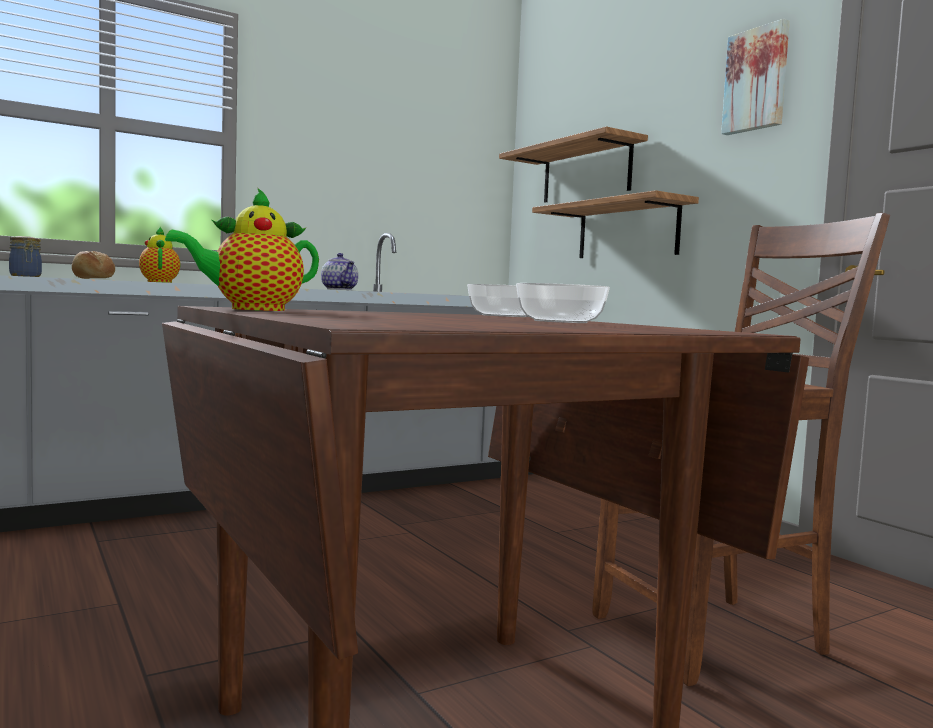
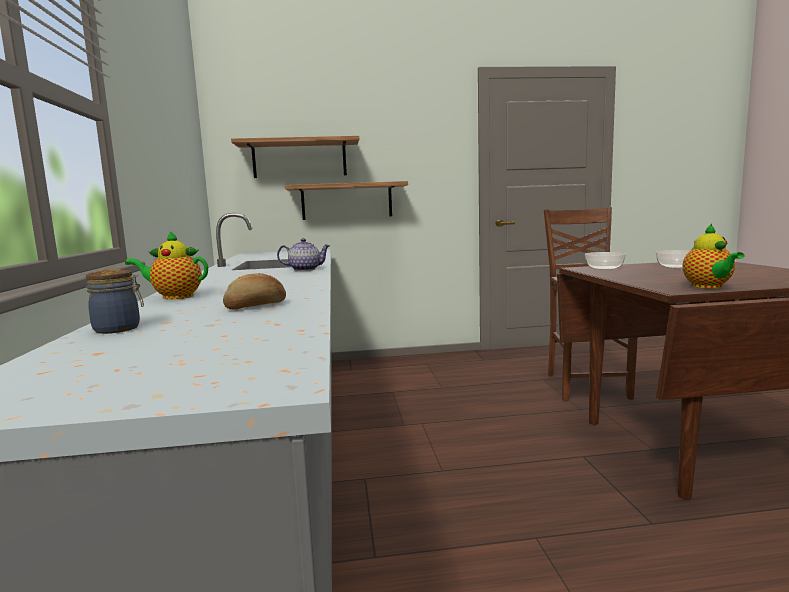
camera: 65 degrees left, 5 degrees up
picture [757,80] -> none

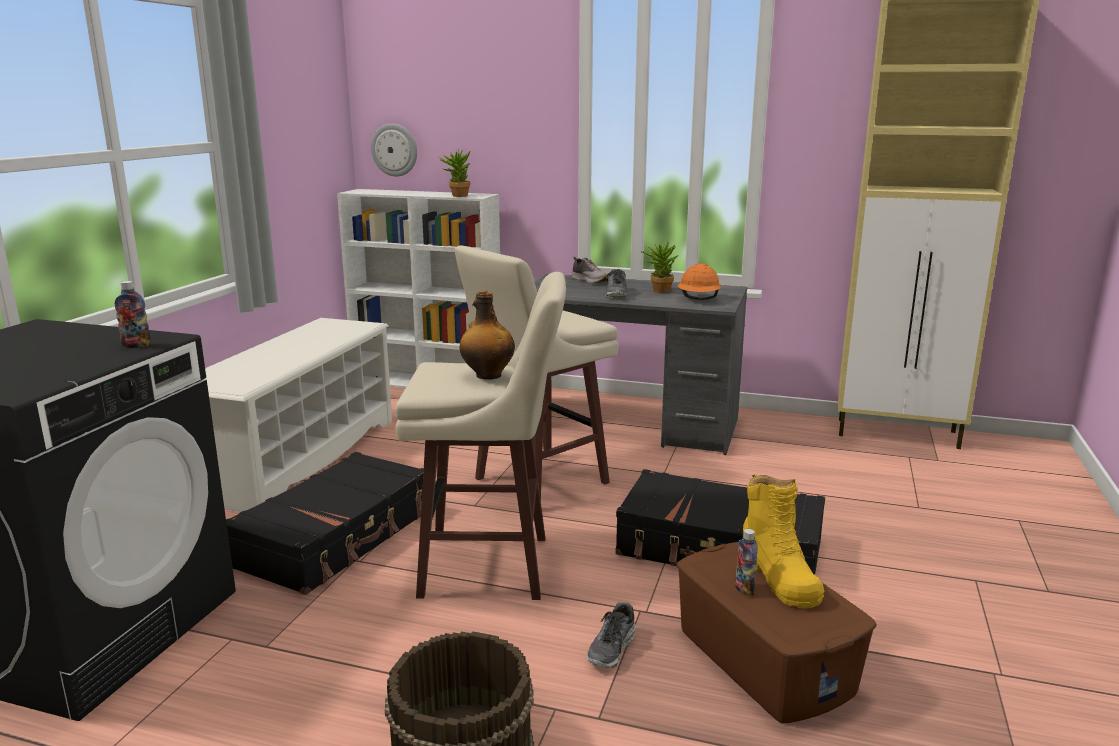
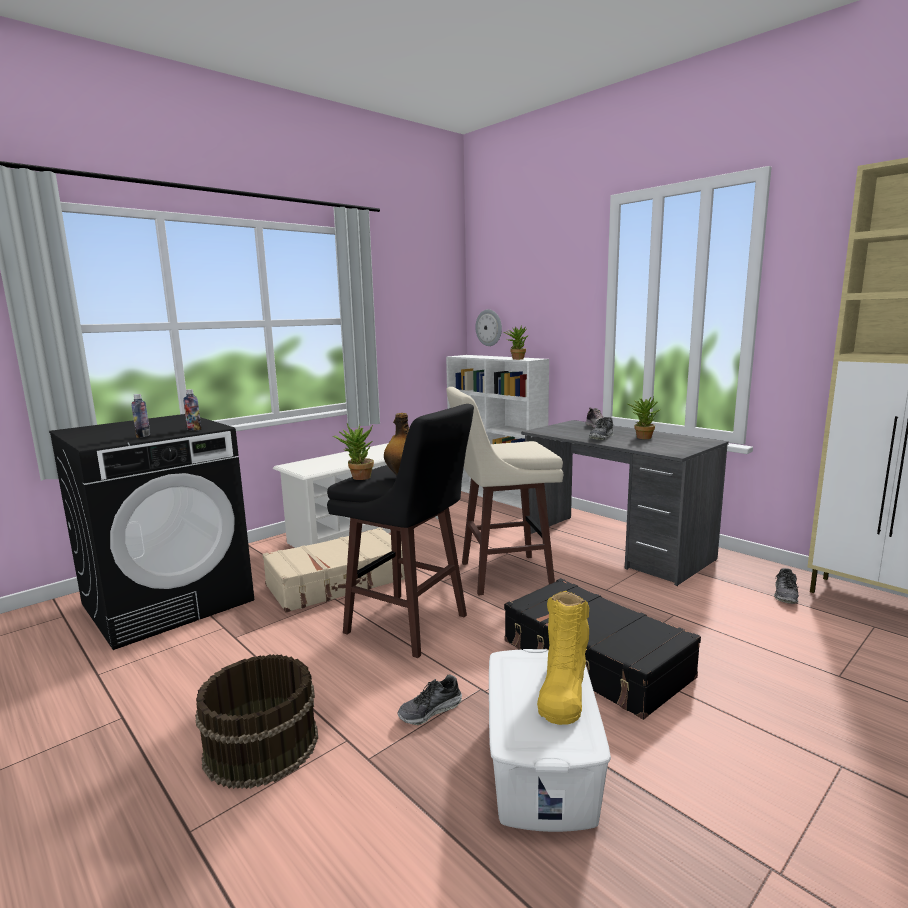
camera: 30 degrees right, 5 degrees down
orange_hard_hat [699,299] -> none
beige_stool [490,567] -> black_stool [409,626]
black_suitcase [337,538] -> beige_suitcase [339,582]
bottle [744,589] -> bottle [143,436], move
brown_storage_box [765,659] -> white_storage_box [542,763]
none -> potted_plant [357,478]
none -> shoe [786,595]

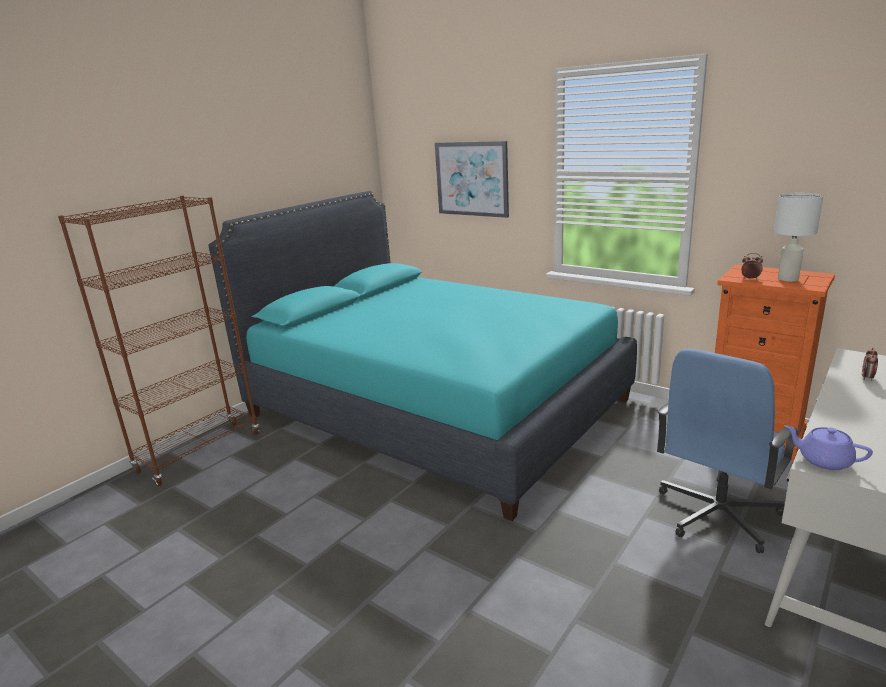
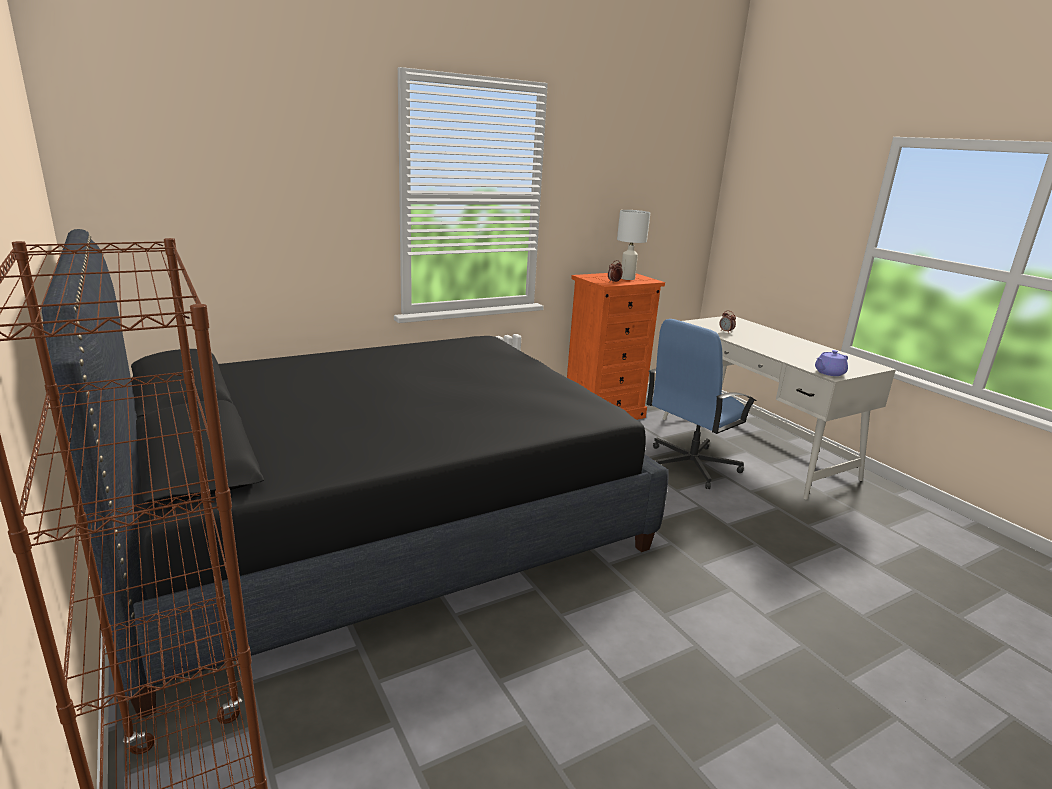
camera: 70 degrees left, 0 degrees up
picture [472,179] -> none
turquoise_bed [434,407] -> black_bed [379,523]
blue_office_chair [717,514] -> blue_office_chair [690,465], 75 degrees clockwise

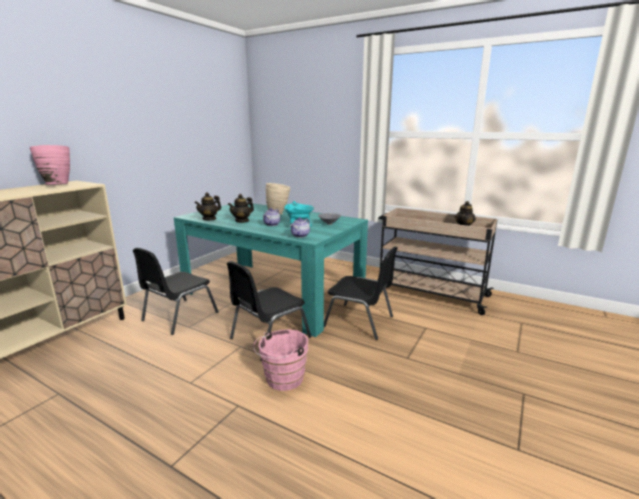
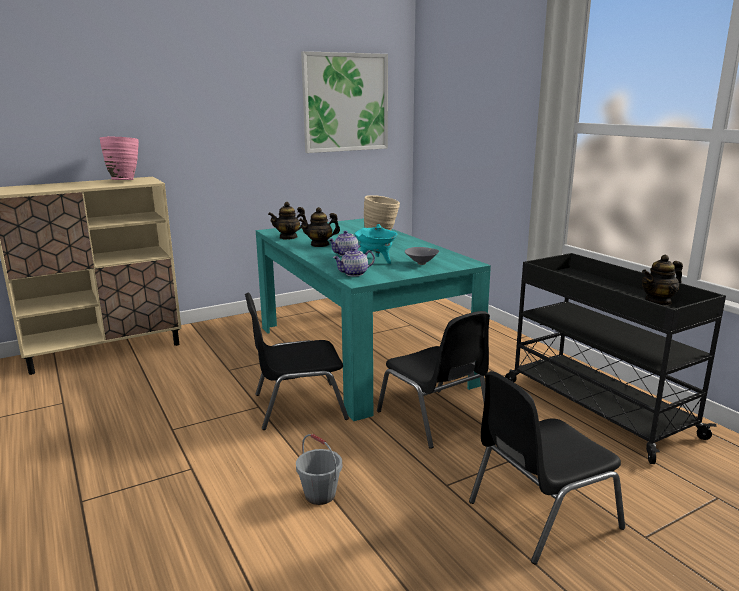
camera: 30 degrees right, 0 degrees up
beige_cart [429,293] -> black_cart [595,407]
black_chair [179,317] -> black_chair [540,514], move
pink_bucket [282,380] -> none
none -> picture [345,102]
none -> grey_bucket [319,495]

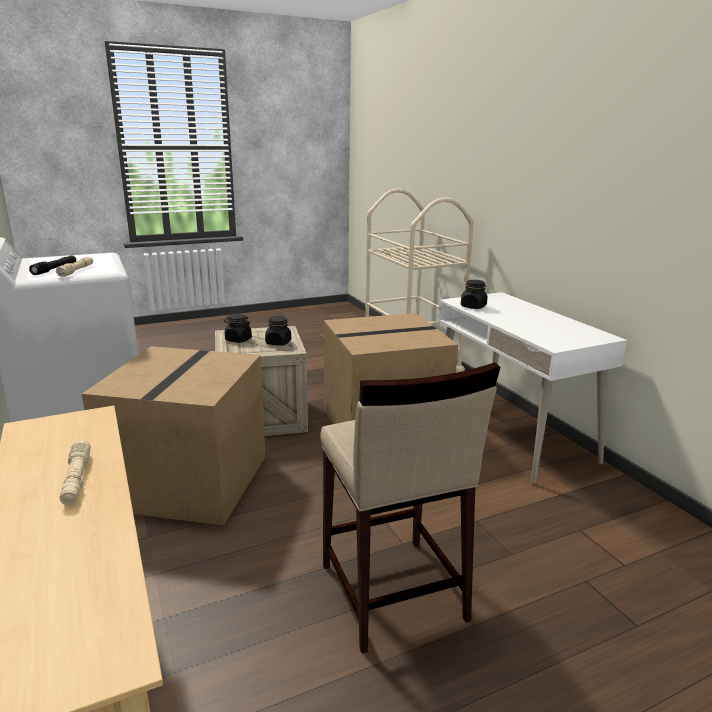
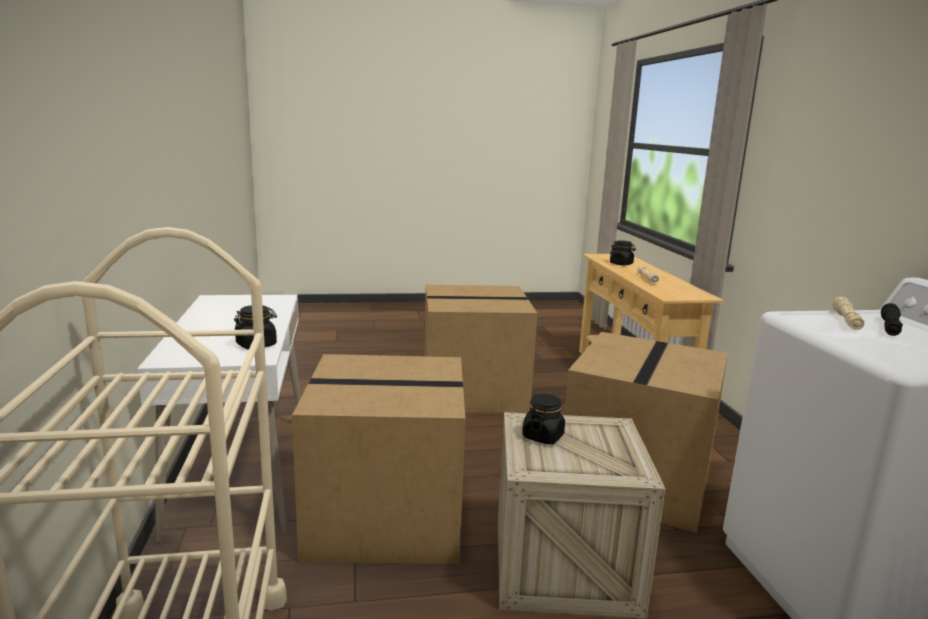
camera: 165 degrees left, 5 degrees down
black_jar [238,340] -> black_jar [621,264], move
beige_stool [391,593] -> cardboard_box [475,390]

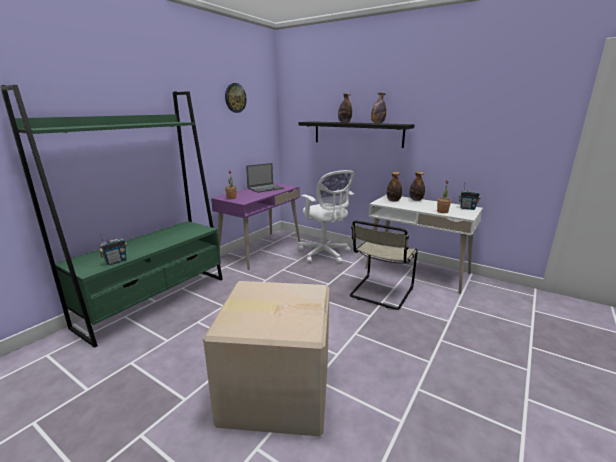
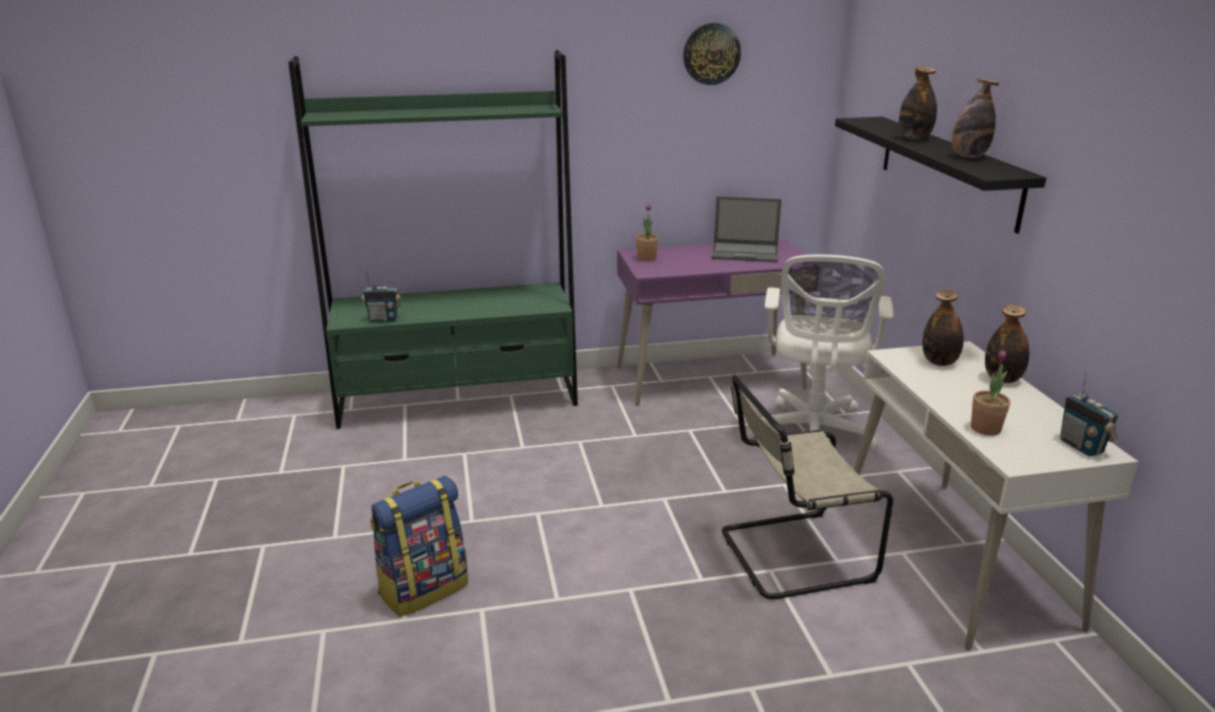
camera: 45 degrees right, 5 degrees up
cardboard_box [275,389] -> backpack [423,588]

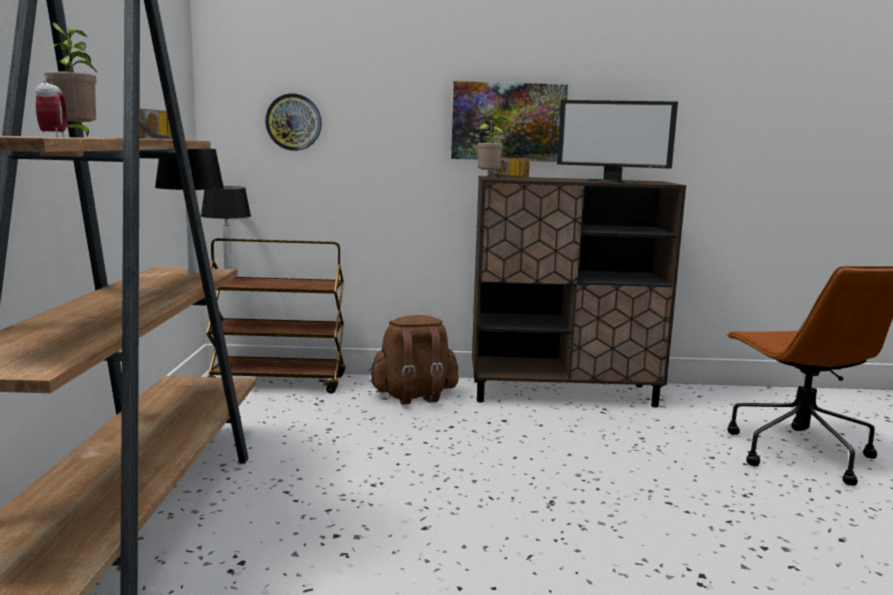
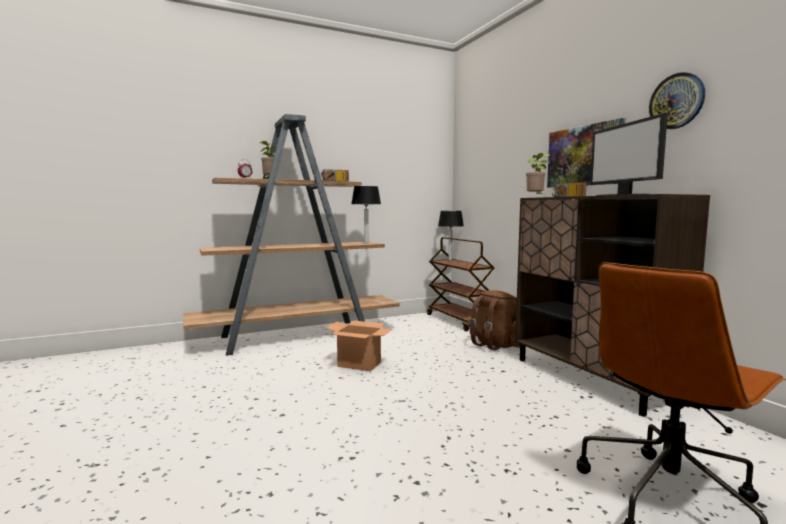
camera: 65 degrees right, 5 degrees down
wall_clock [294,122] -> wall_clock [676,101], move
none -> cardboard_box [360,364]

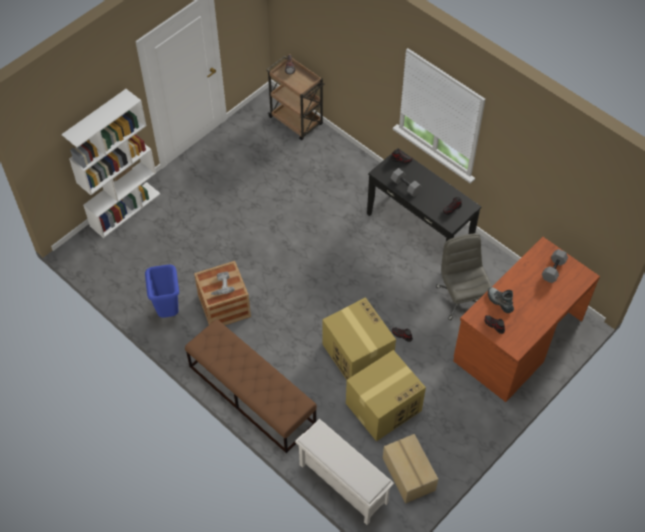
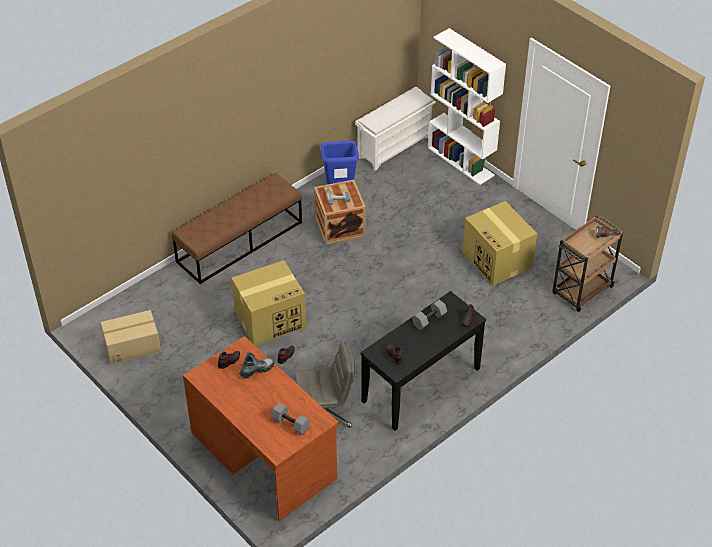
camera: 95 degrees right, 10 degrees down
cardboard_box [384,406] -> cardboard_box [498,260], move
white_shoe_rack [342,483] -> white_shoe_rack [394,146], move

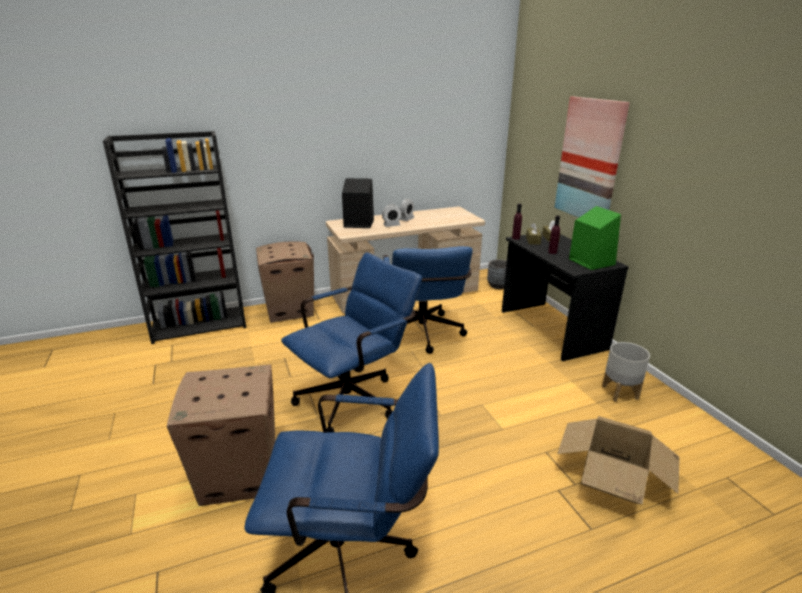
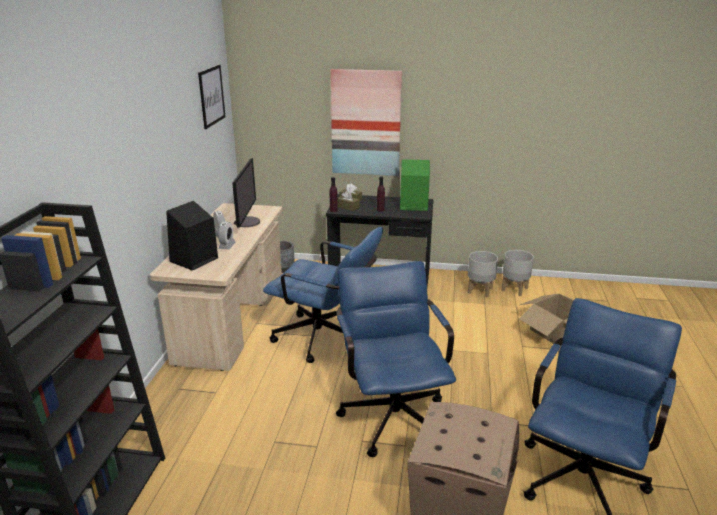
camera: 60 degrees left, 0 degrees up
cardboard_box [290,310] -> none
none -> picture [211,96]
none -> monitor [246,222]
none -> grey_planter [514,289]

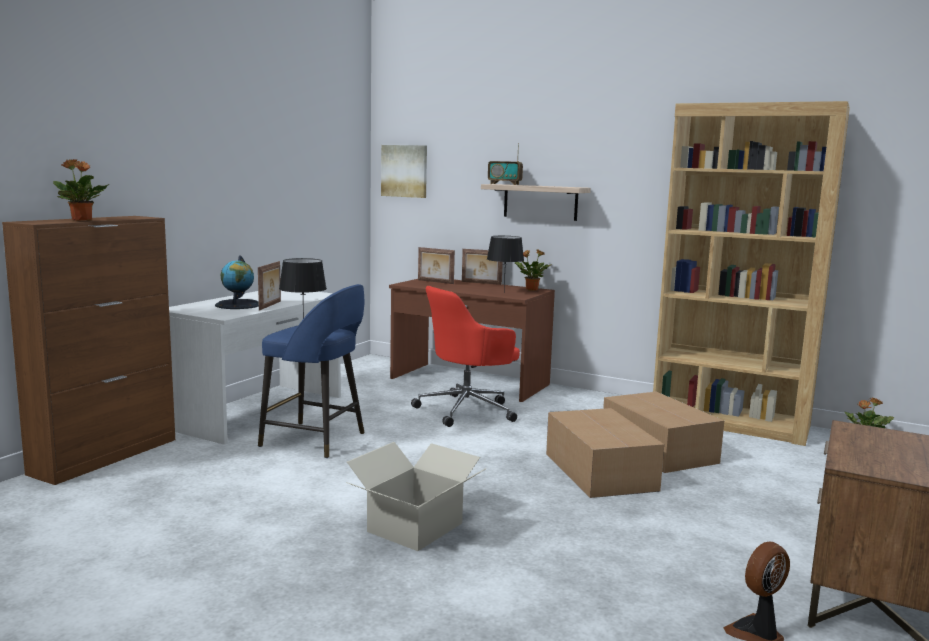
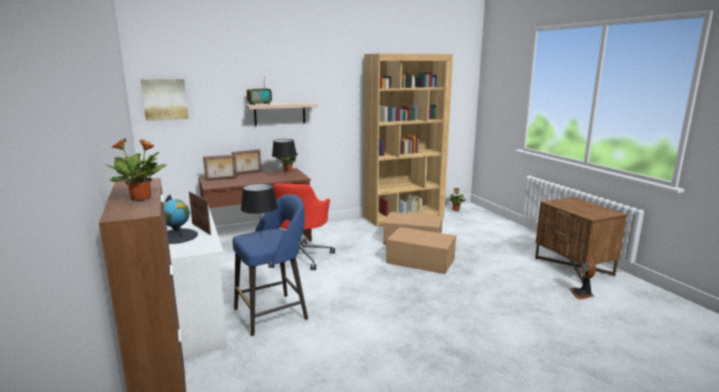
camera: 50 degrees left, 5 degrees up
cardboard_box [414,527] -> none

